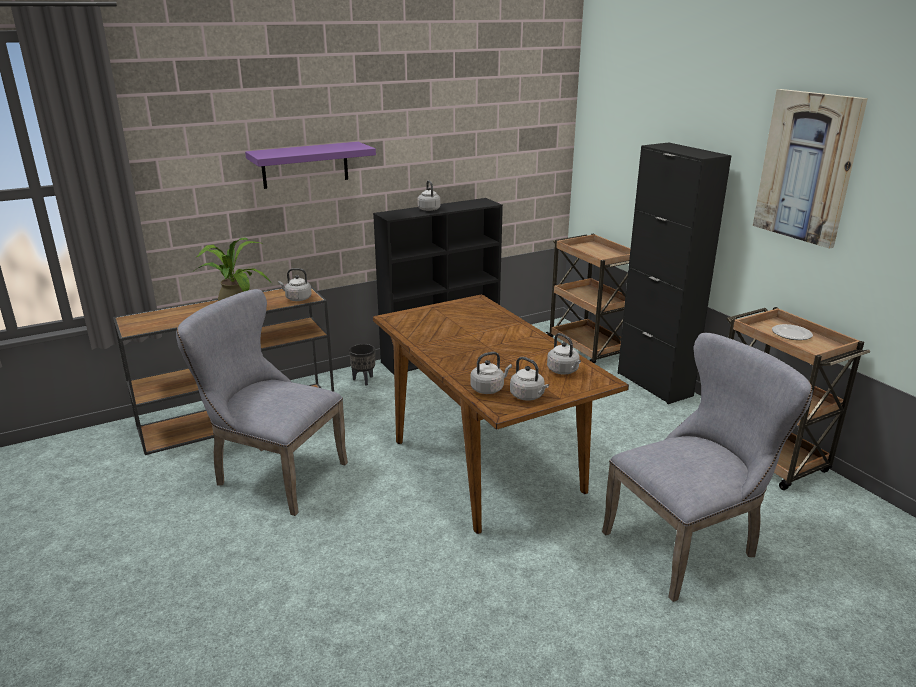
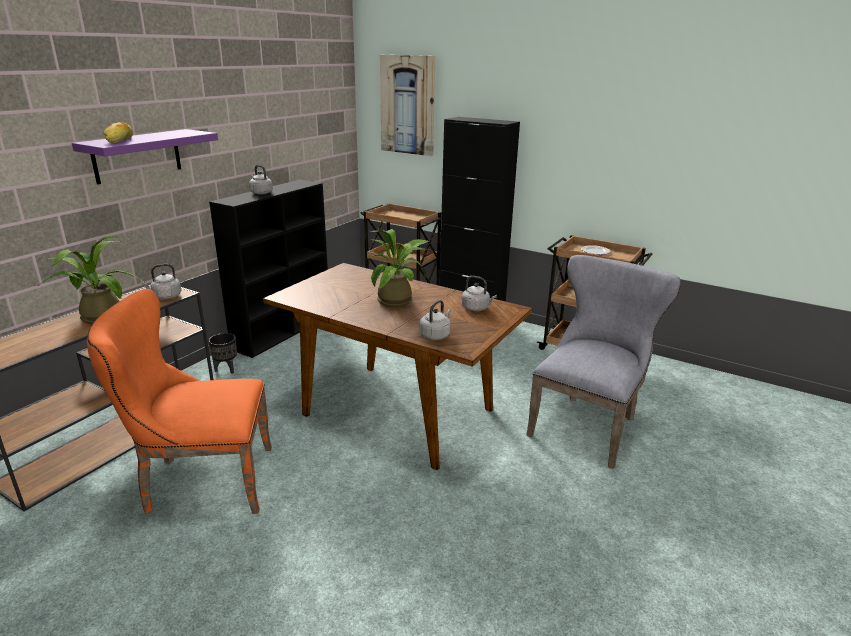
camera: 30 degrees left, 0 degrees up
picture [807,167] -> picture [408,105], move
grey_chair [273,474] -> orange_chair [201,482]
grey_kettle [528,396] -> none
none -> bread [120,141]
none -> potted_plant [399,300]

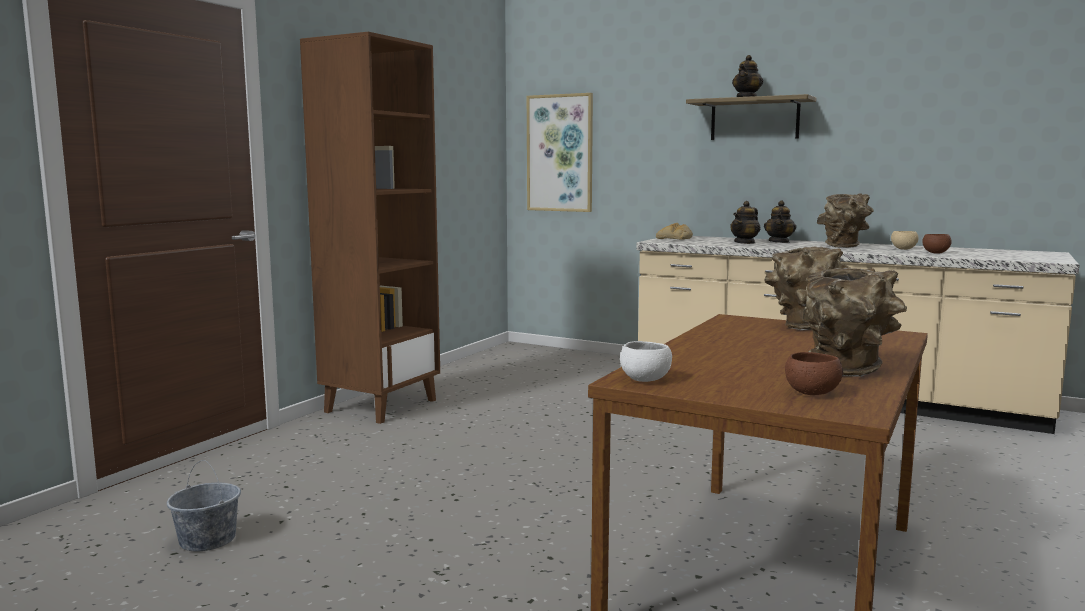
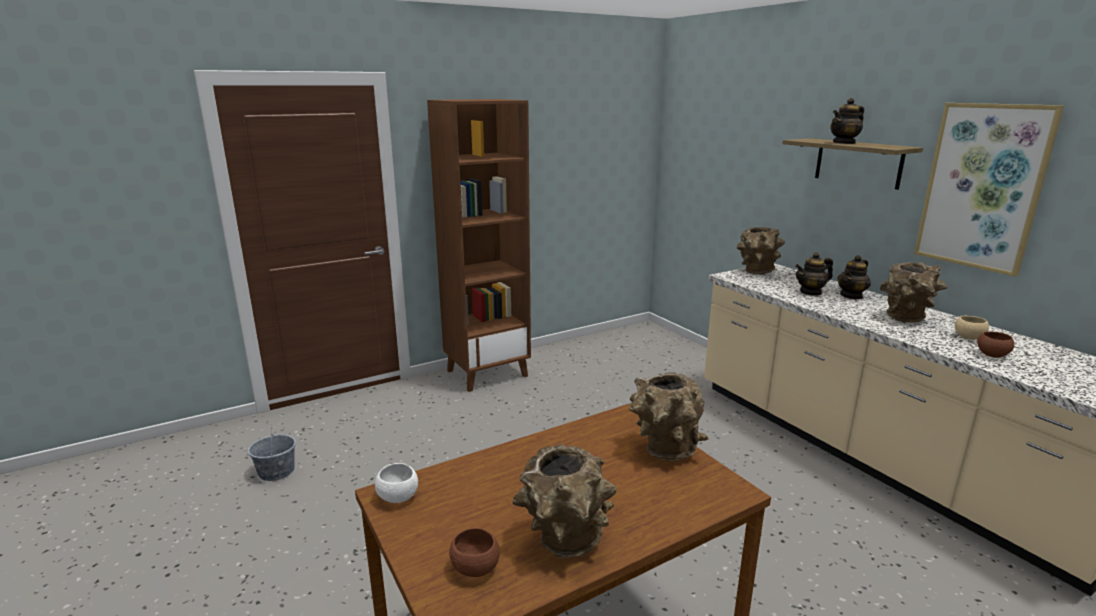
camera: 30 degrees right, 10 degrees up
picture [560,153] -> picture [982,187], move
bread [674,238] -> brown_vase [756,272]

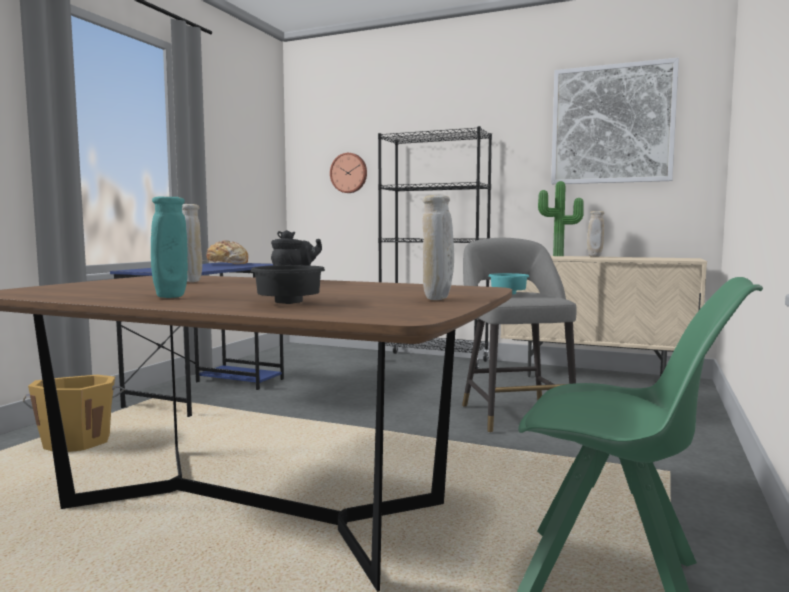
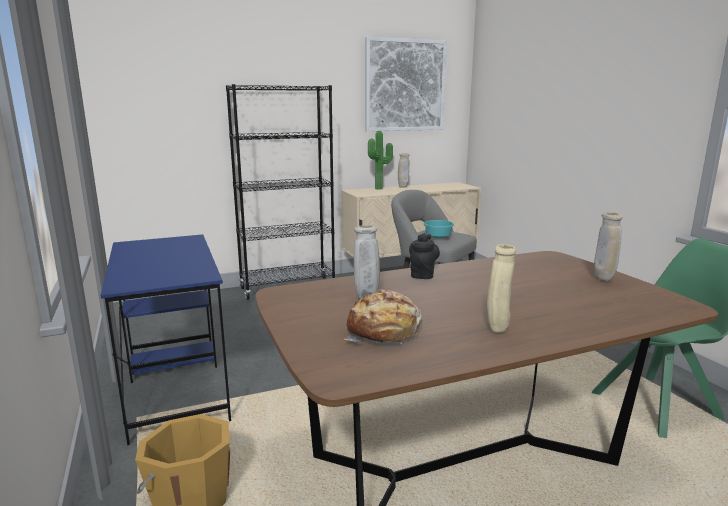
camera: 45 degrees left, 10 degrees up
wall_clock [349,173] -> none
turquoise_vase [171,297] -> beige_vase [497,329]
bread [227,264] -> bread [384,332], move
black_bowl [290,303] -> none

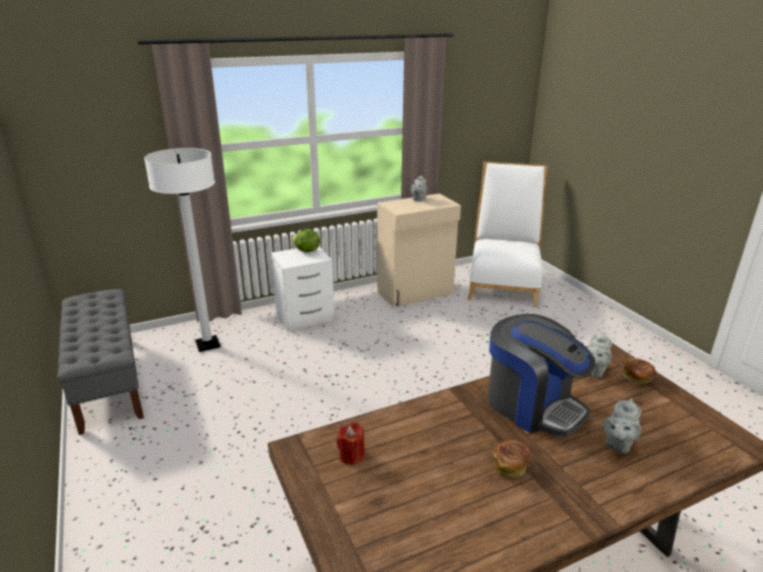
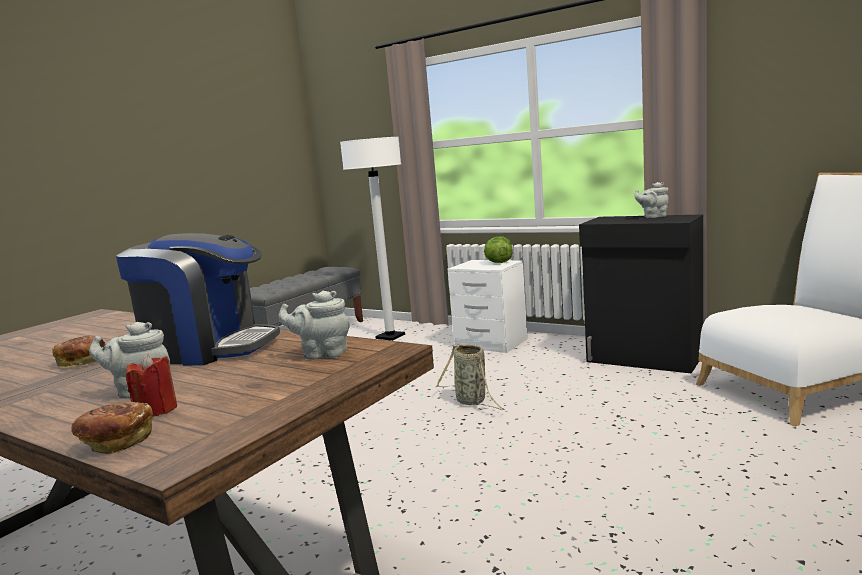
camera: 60 degrees right, 15 degrees down
beige_cabinet [416,293] -> black_cabinet [644,359]
coffee_machine [532,405] -> coffee_machine [208,348], 90 degrees counterclockwise
bread [637,378] -> bread [116,442], move
red_candle [351,455] -> red_candle [156,410], move
none -> basket [472,401]

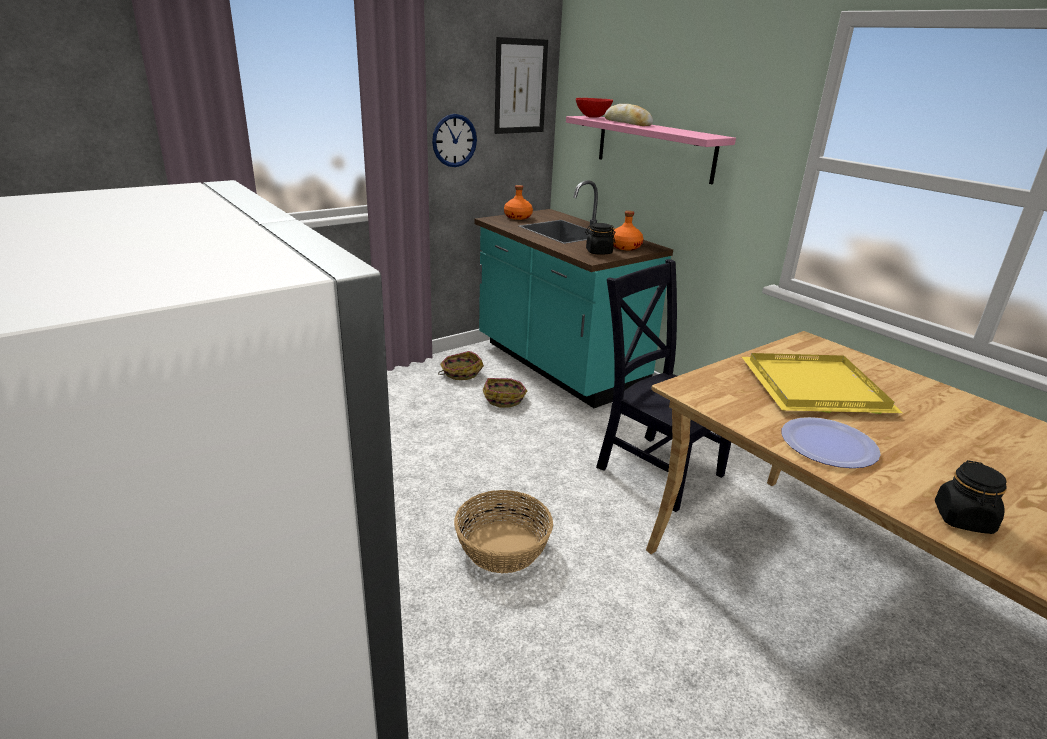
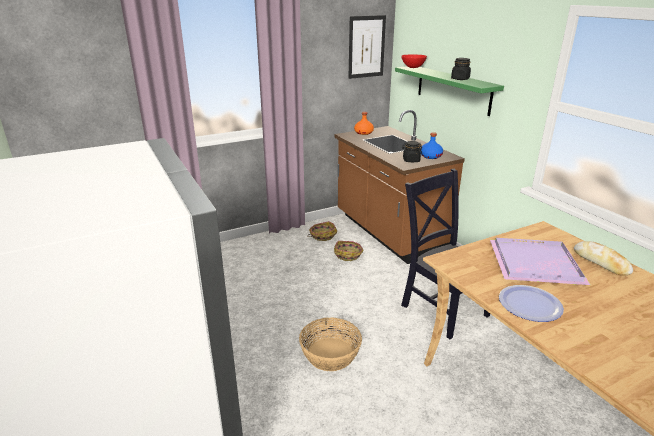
camera: 10 degrees right, 0 degrees up
bread [627,123] -> bread [601,262], move
wall_clock [454,140] -> none
pink_shelf [654,148] -> green_shelf [453,89]
turquoise_counter [558,366] -> brown_counter [388,233]
orange_bottle [625,247] -> blue_bottle [430,156]
yellow_tray [818,388] -> purple_tray [537,264]
black_jar [963,519] -> black_jar [460,79], move

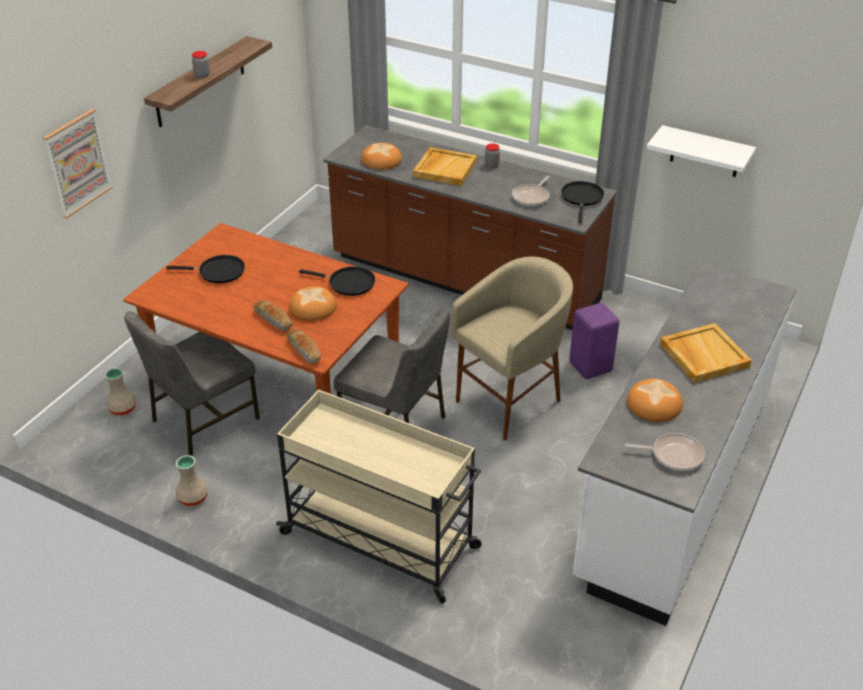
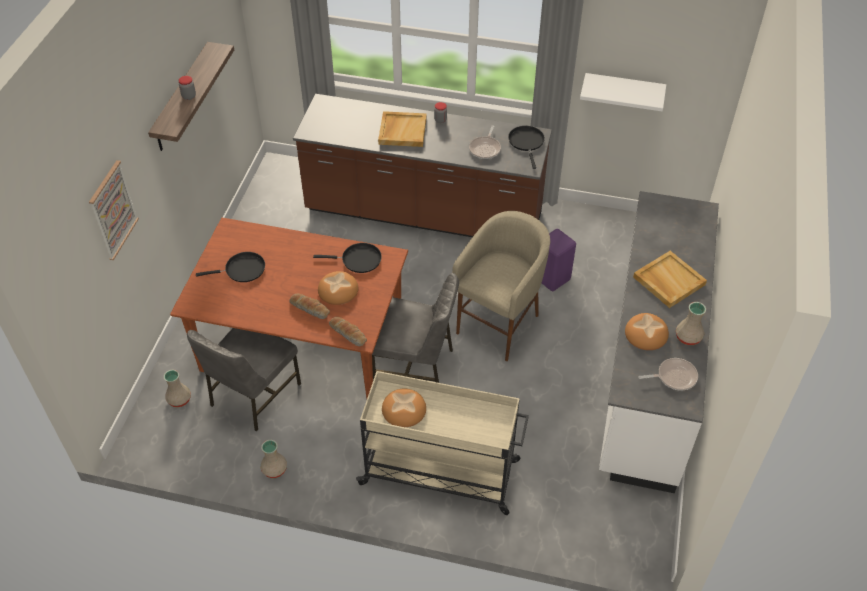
camera: 15 degrees left, 10 degrees up
bread [382,160] -> bread [404,409], move
none -> beige_vase [687,337]

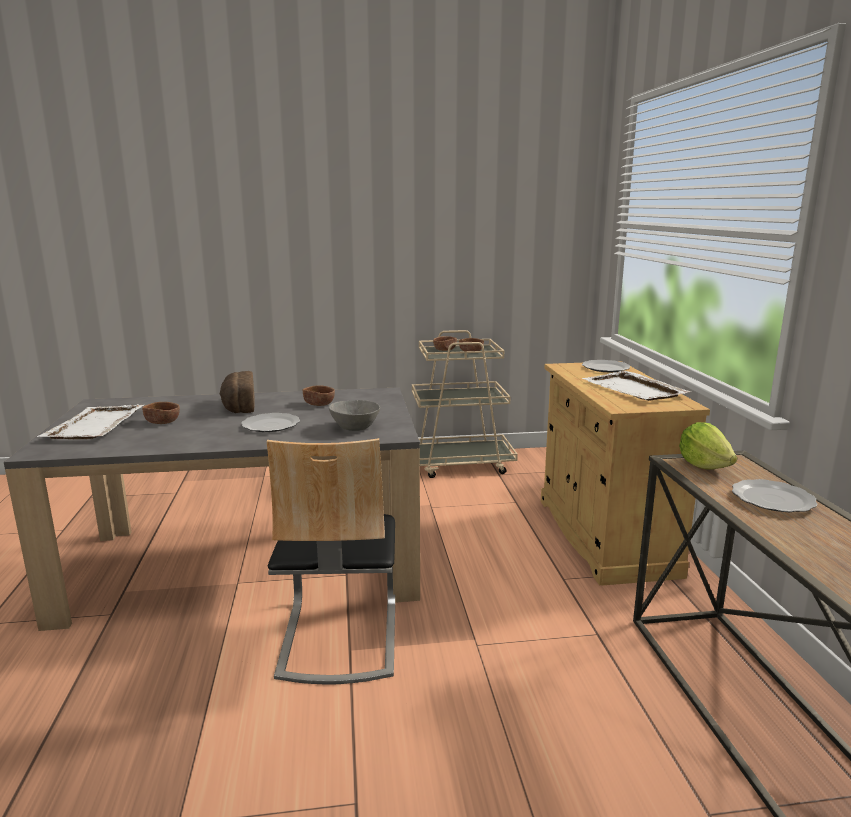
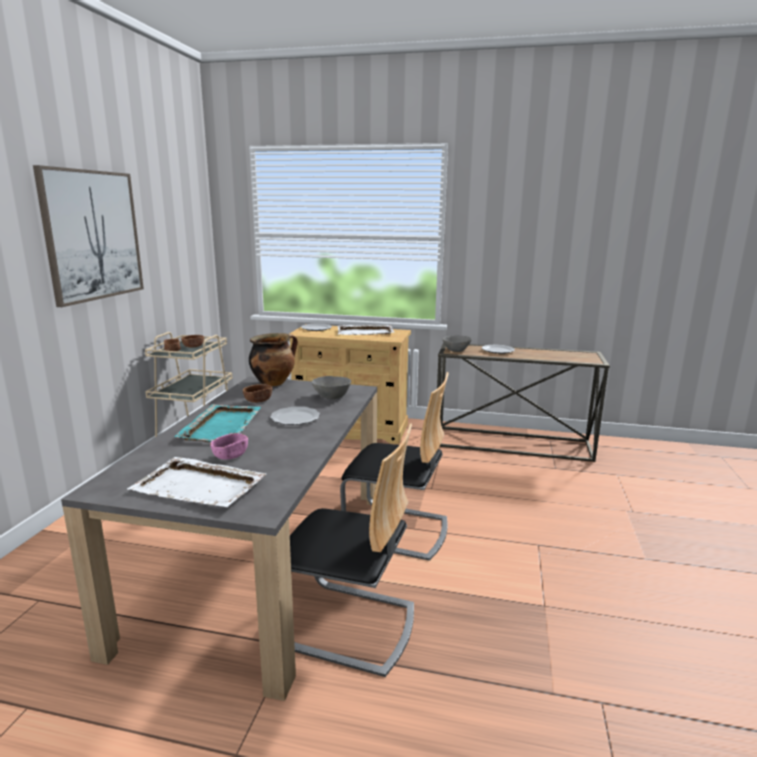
camera: 70 degrees left, 0 degrees up
bread [238,406] -> turquoise_tray [222,425]
brown_bowl [162,421] -> pink_bowl [230,455]
lettuce [704,465] -> grey_bowl [456,350]
none -> picture [93,235]
none -> cooking_pot [273,383]
none -> chair [348,625]

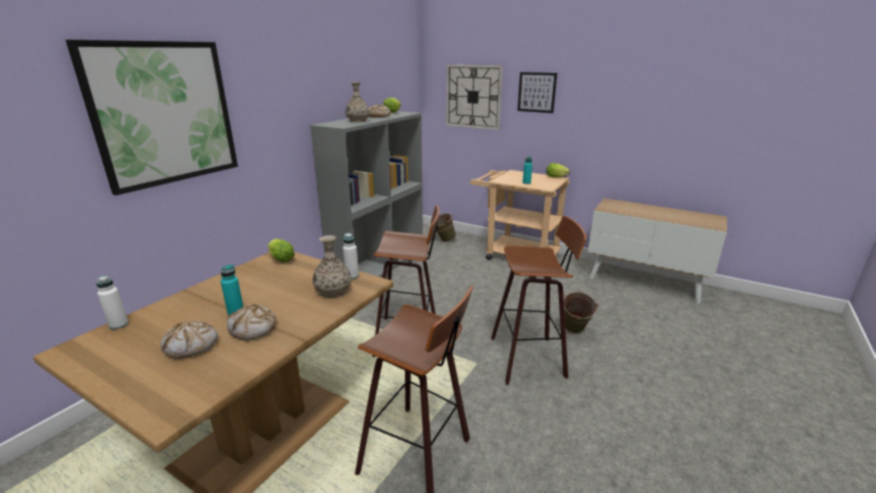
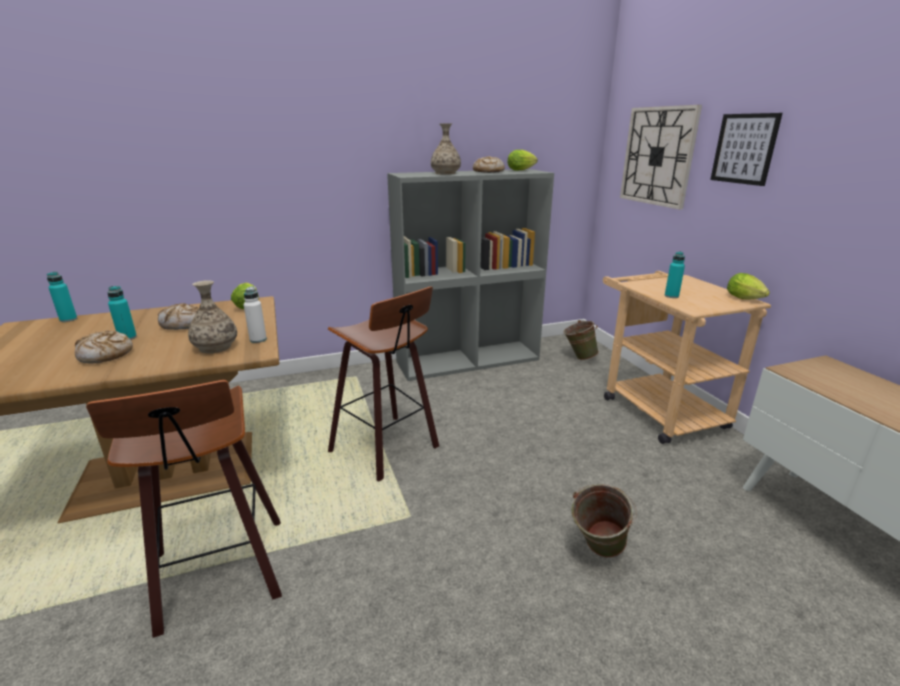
camera: 40 degrees right, 0 degrees up
picture [164,113] -> none
stool [530,357] -> none
white_bottle [119,325] -> turquoise_bottle [68,319]
bread [191,345] -> bread [183,324], move

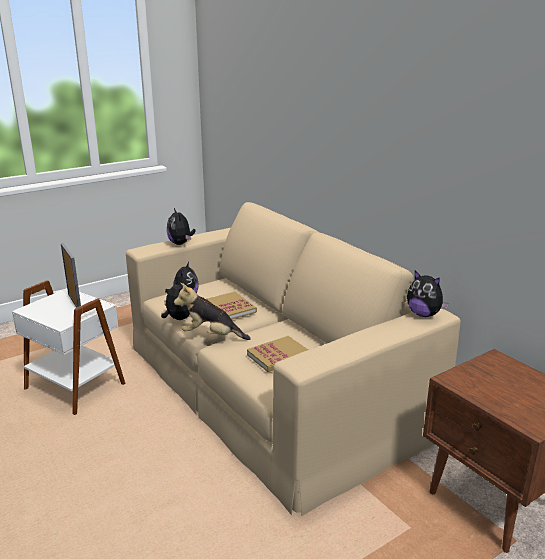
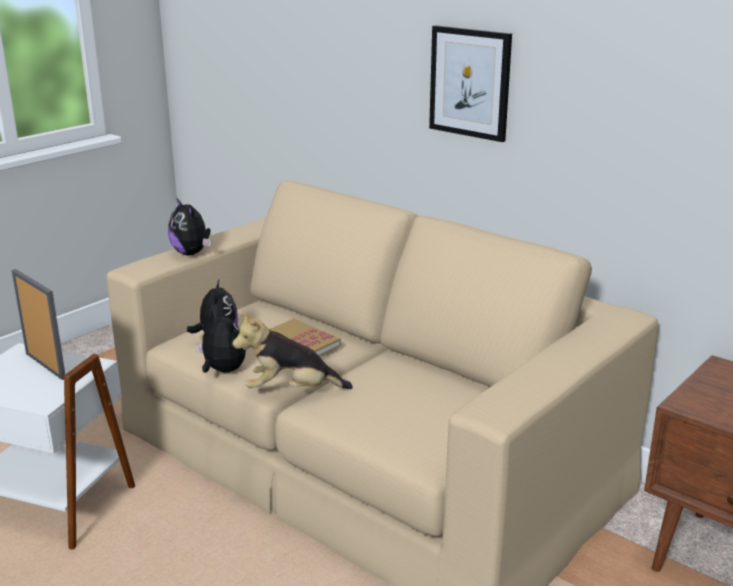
camera: 15 degrees left, 0 degrees up
plush_toy [424,314] -> none
book [278,356] -> none
none -> picture [470,82]

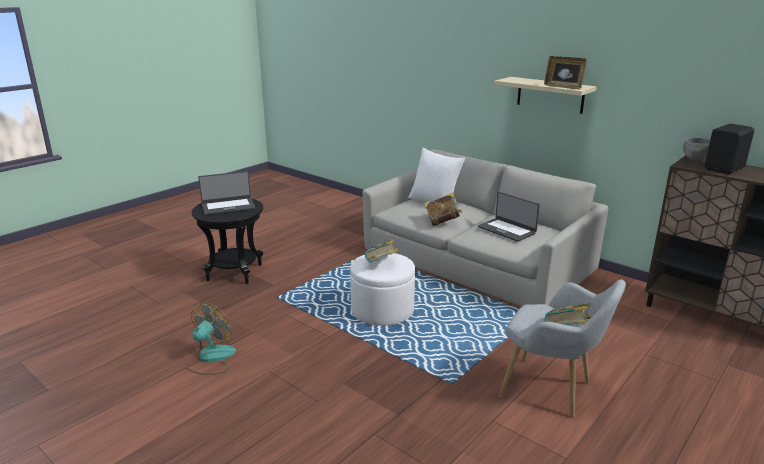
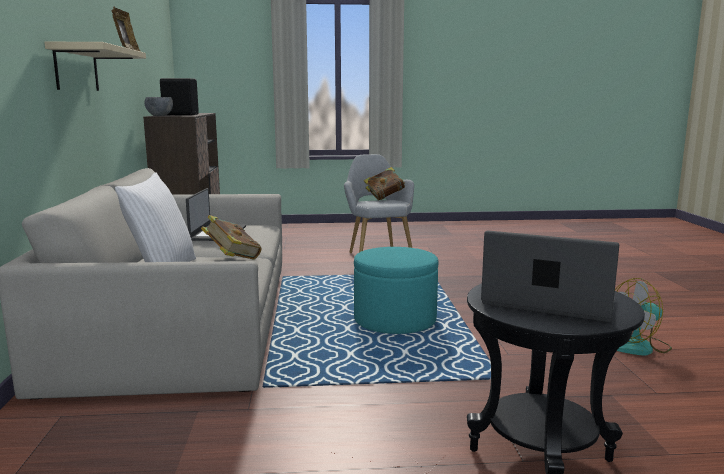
camera: 135 degrees left, 10 degrees down
book [381,265] -> none
white_ottoman [382,310] -> turquoise_ottoman [395,320]

